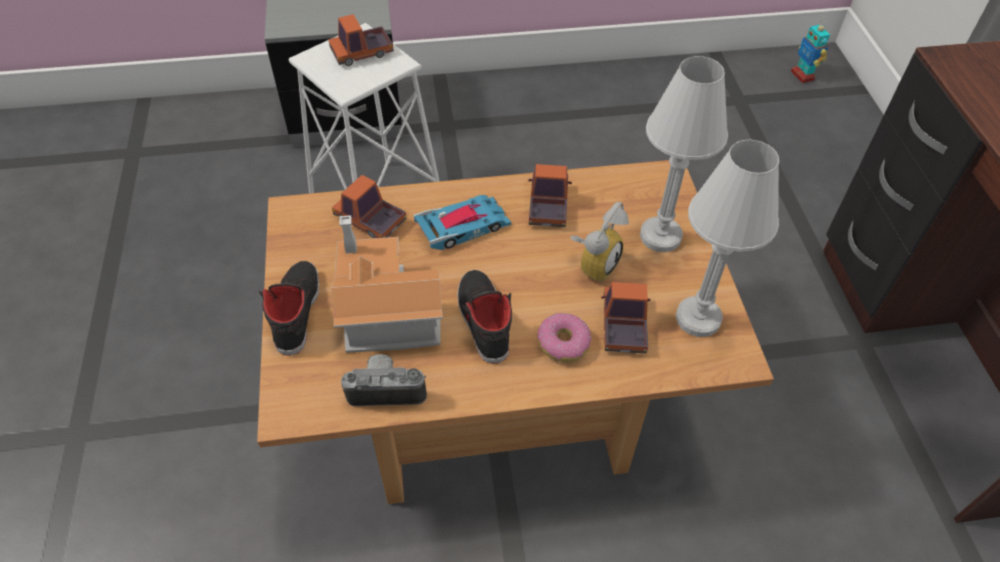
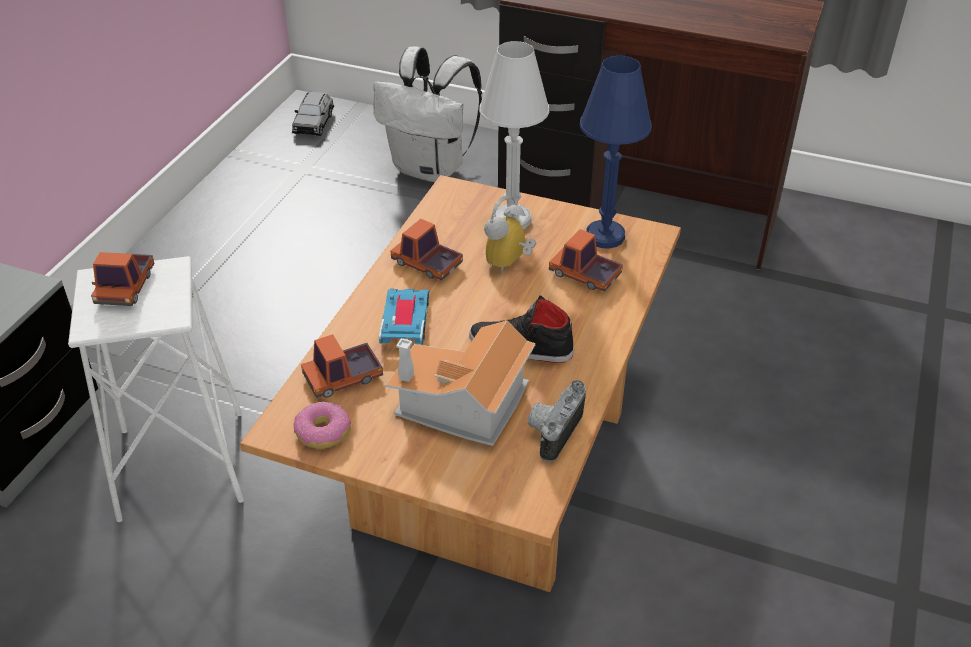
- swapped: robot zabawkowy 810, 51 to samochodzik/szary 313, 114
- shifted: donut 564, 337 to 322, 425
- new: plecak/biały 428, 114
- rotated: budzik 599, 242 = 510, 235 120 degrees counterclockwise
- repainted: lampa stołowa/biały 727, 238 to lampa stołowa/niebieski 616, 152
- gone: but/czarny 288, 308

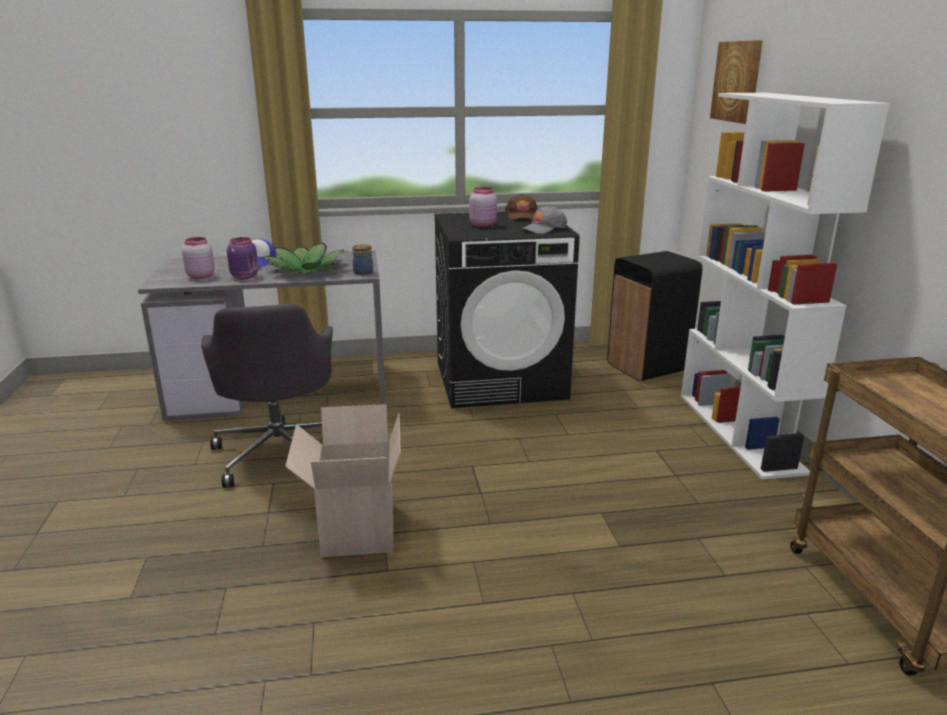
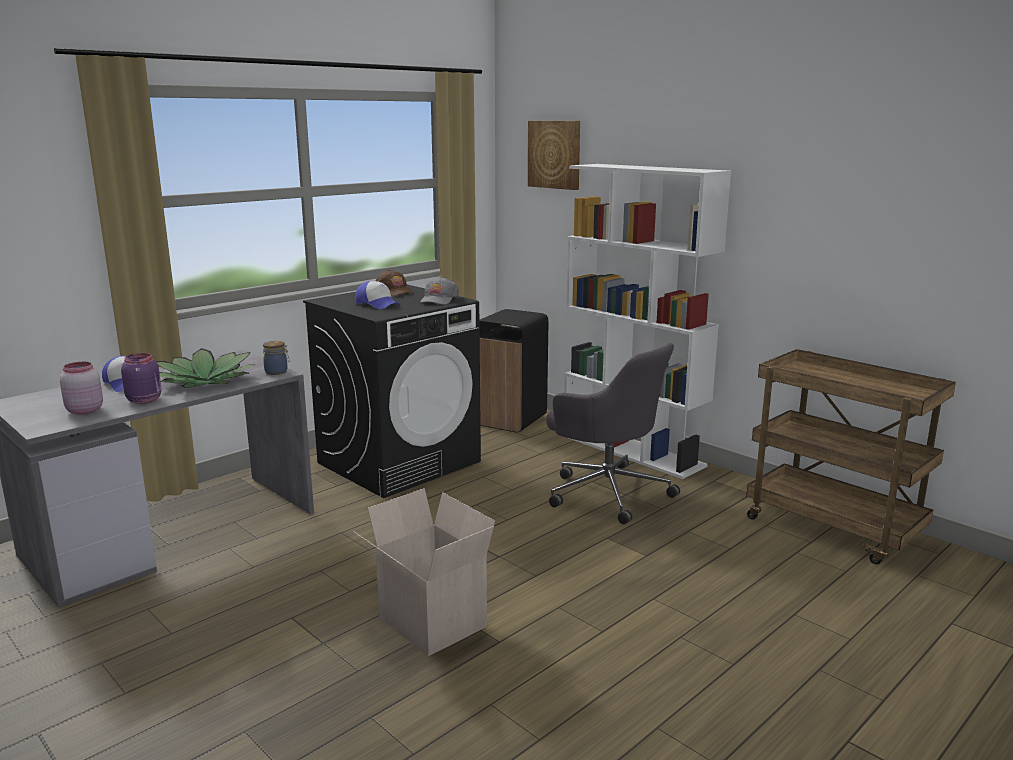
- swapped: słoik/różowy 483, 207 to czapka z daszkiem 377, 295
- shifted: krzesło biurowe/szary 267, 395 to 613, 433

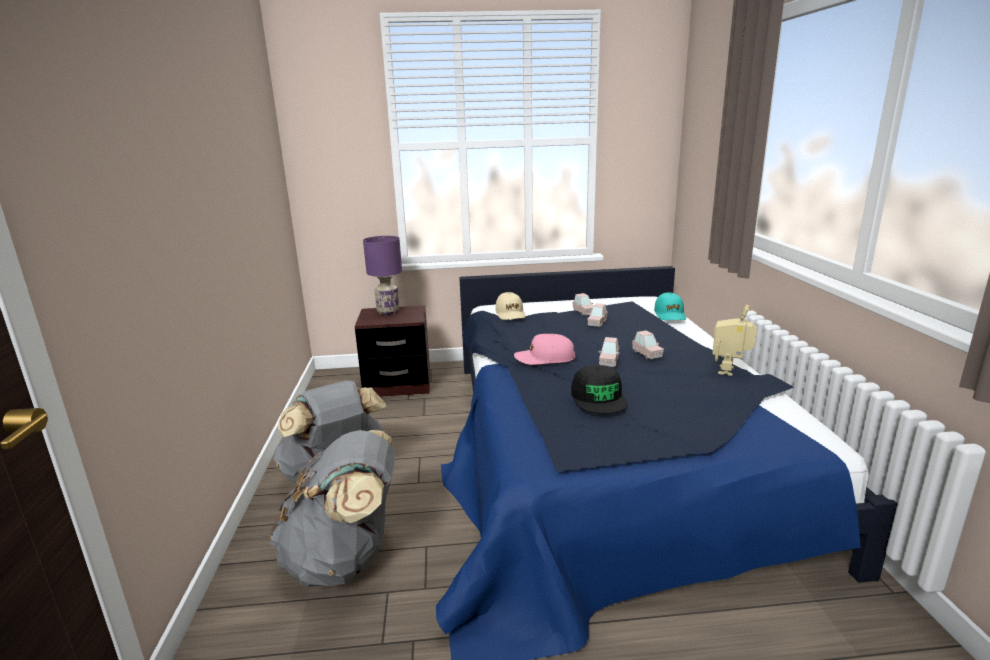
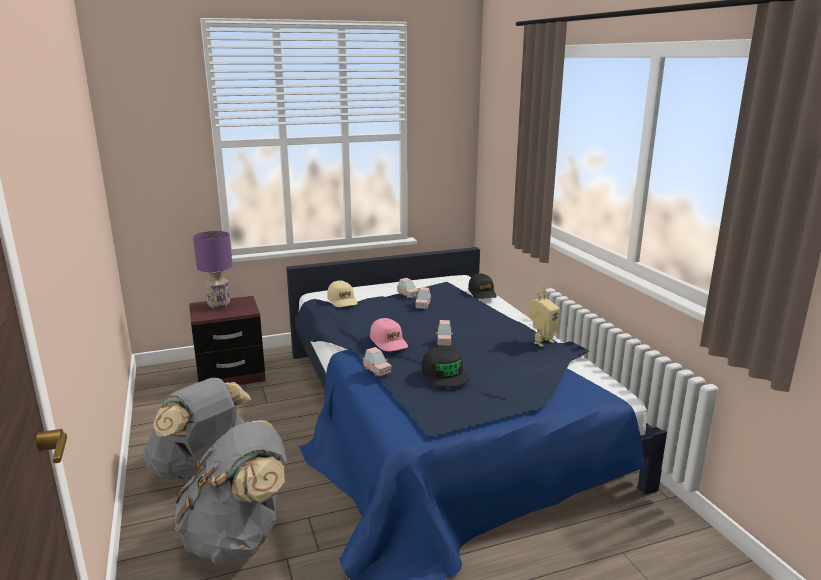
- shifted: samochodzik/różowy 648, 344 to 377, 362
- rotated: czapka z daszkiem/różowy 544, 349 = 389, 334 105 degrees counterclockwise
- repainted: czapka z daszkiem/turkusowy 670, 306 to czapka z daszkiem/czarny 482, 286
- rotated: robot zabawkowy 734, 340 = 544, 316 135 degrees counterclockwise

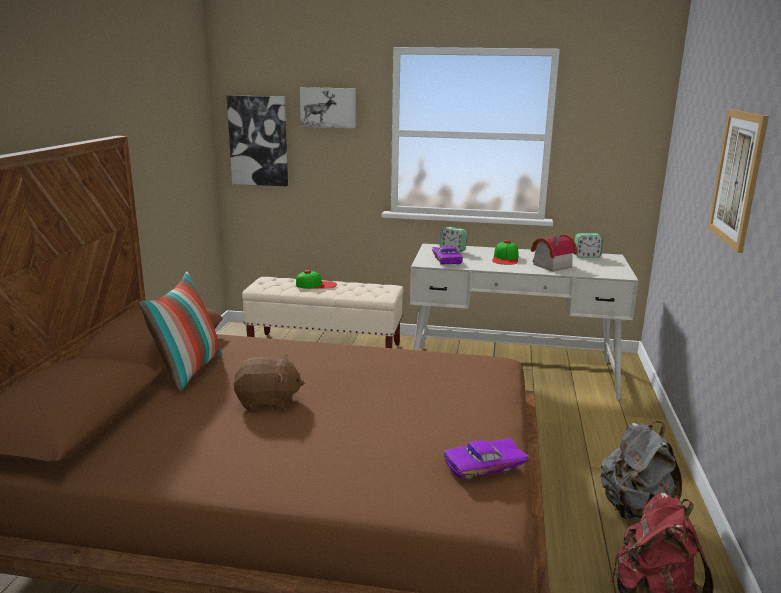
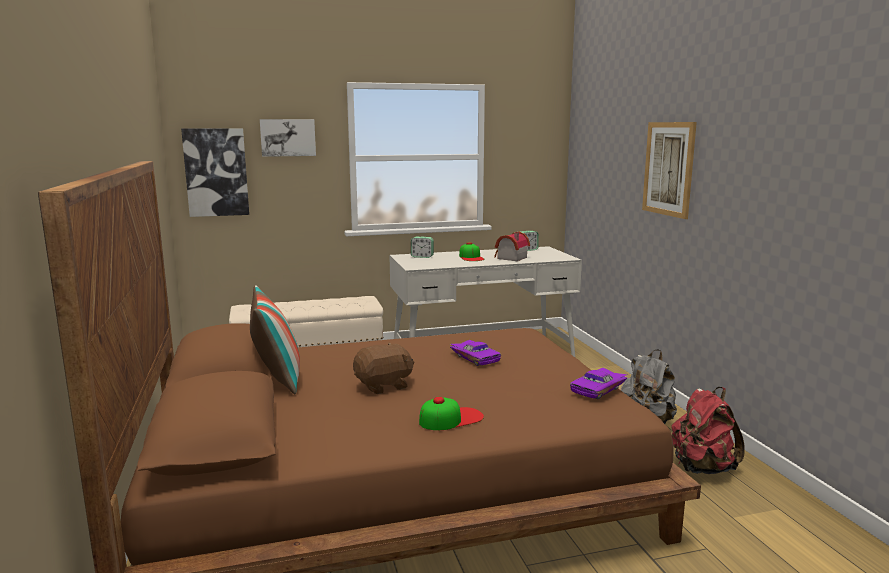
- shifted: czapka z daszkiem 316, 279 to 451, 413
- shifted: samochodzik/fioletowy 447, 256 to 475, 353

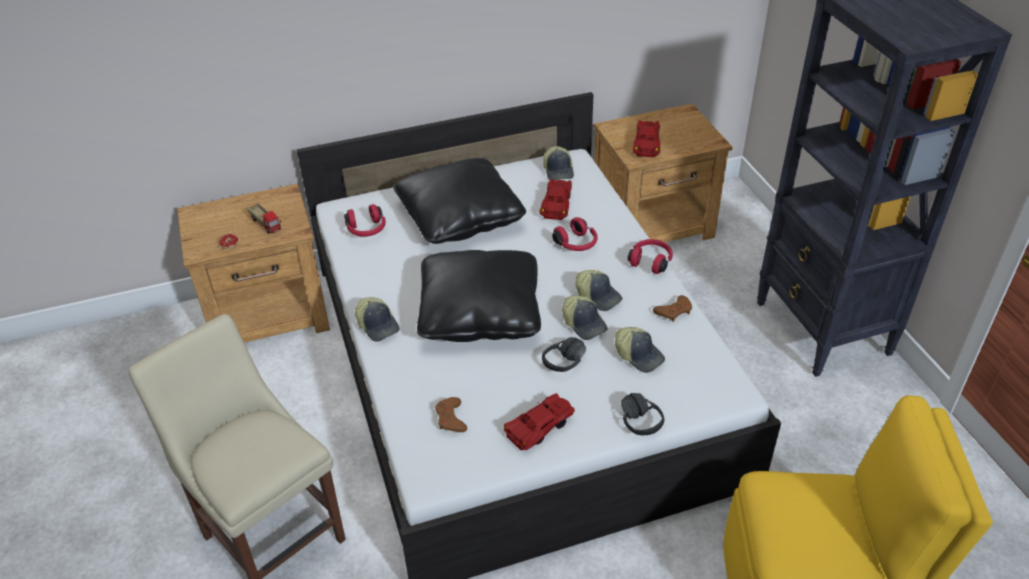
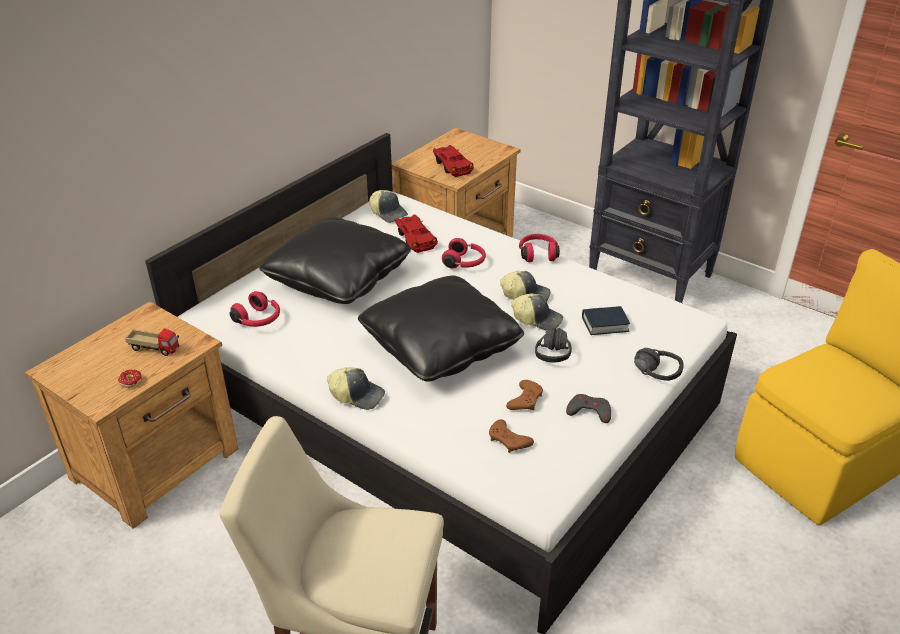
- shifted: pad do gier/brązowy 672, 308 to 524, 395
- swapped: samochodzik/czerwony 539, 422 to pad do gier/szary 588, 408
- swapped: czapka z daszkiem 640, 350 to książka 606, 320

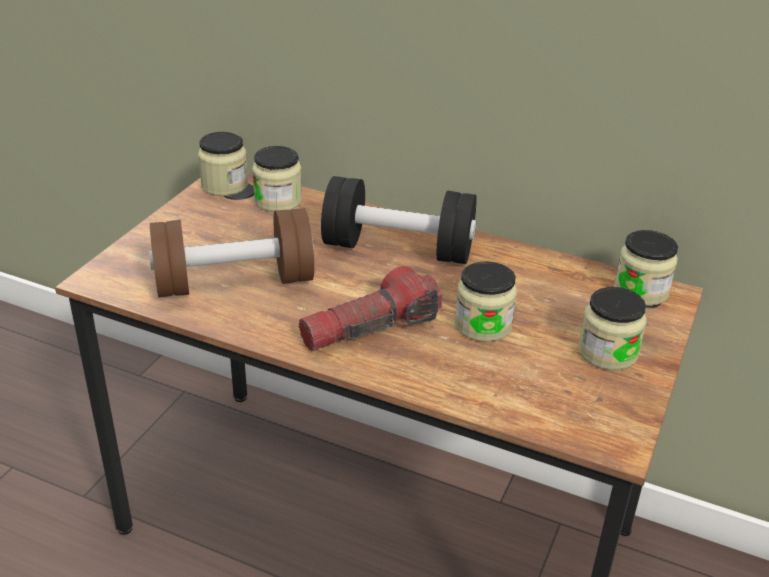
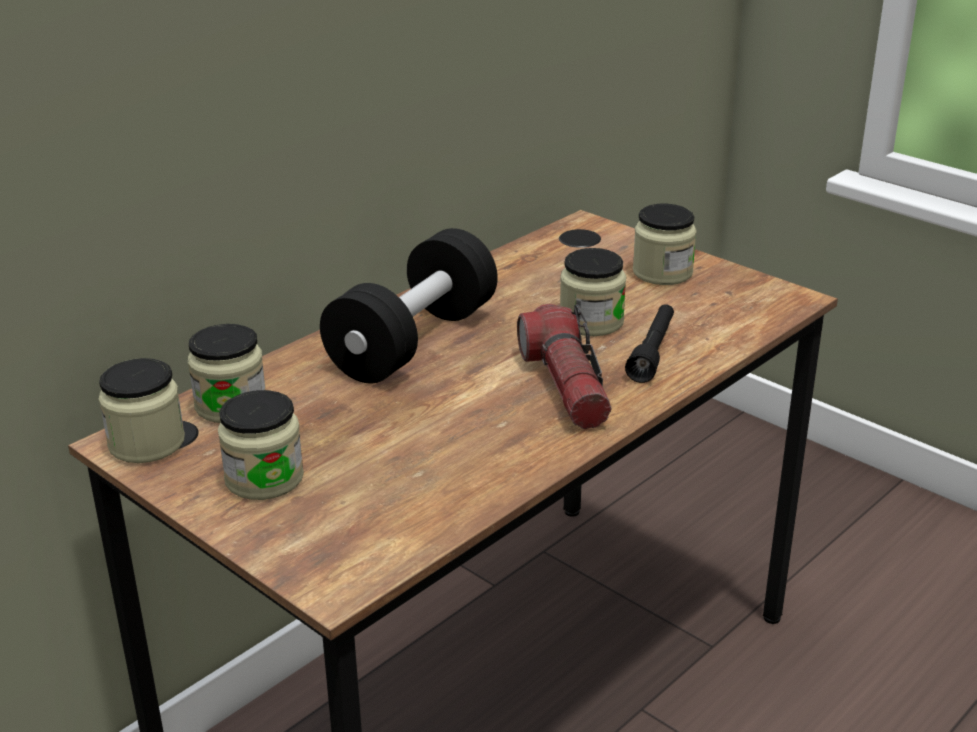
- shifted: słoik 646, 268 to 261, 445
- new: latarka/czarny 649, 343
- gone: hantel/brązowy 231, 252

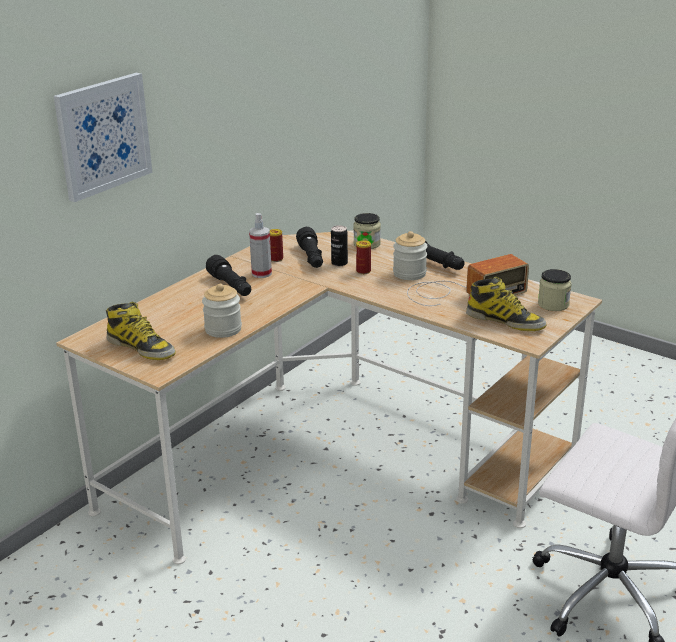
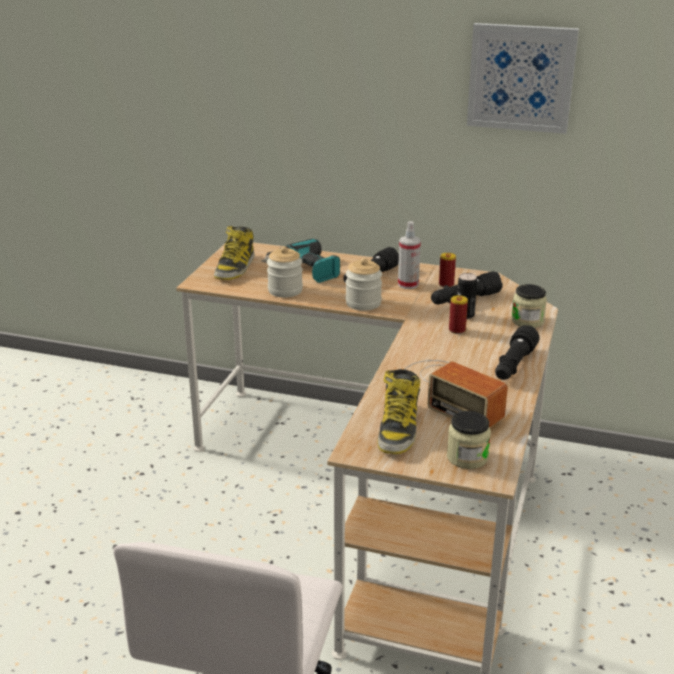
- new: wiertarka 300, 261
- shifted: słoik 410, 255 to 364, 284
- shifted: obraz 103, 137 to 523, 78

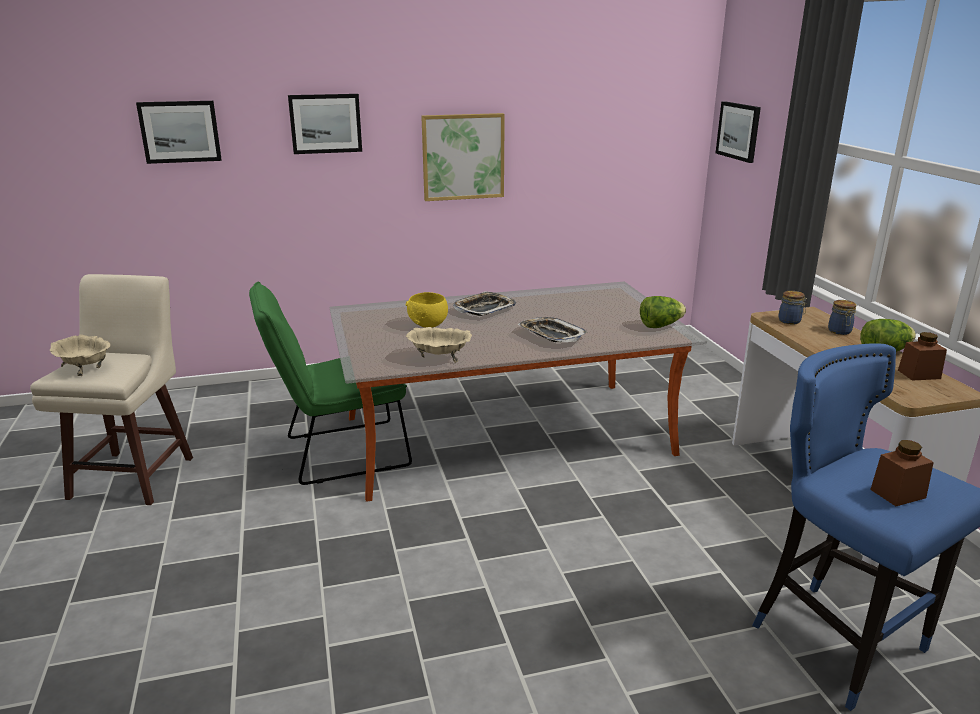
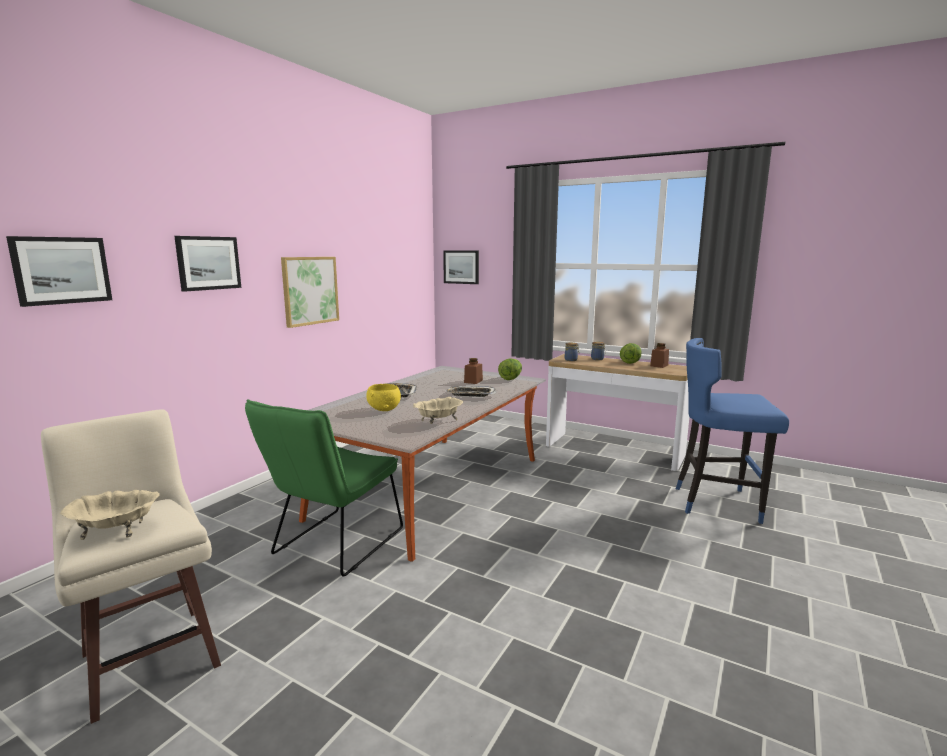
- shifted: słoik/brązowy 902, 473 to 473, 371

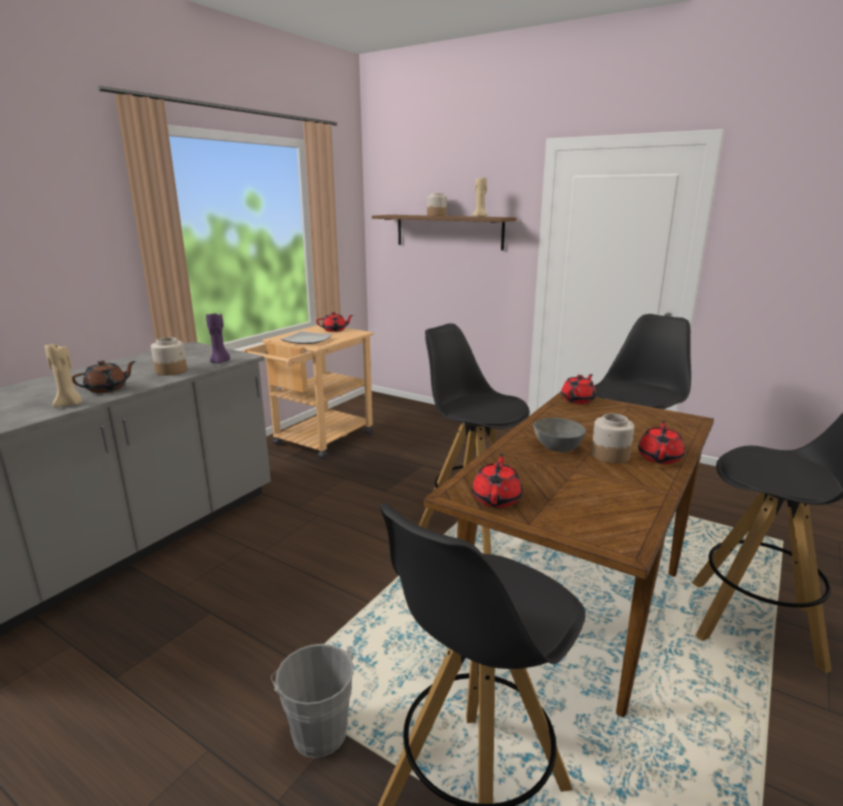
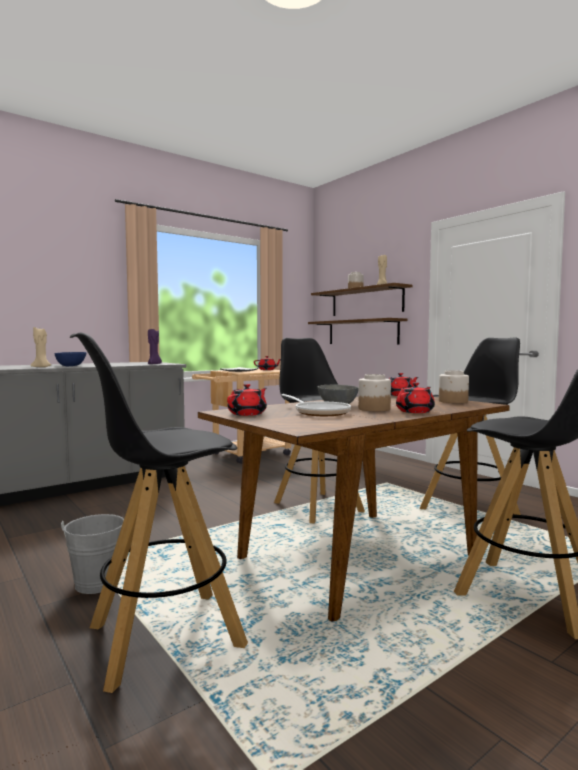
- swapped: imbryk/brązowy 104, 376 to miska/niebieski 70, 359
- new: patelnia 316, 405
- new: półka/brązowy 357, 331
- shifted: słoik 169, 356 to 454, 386

